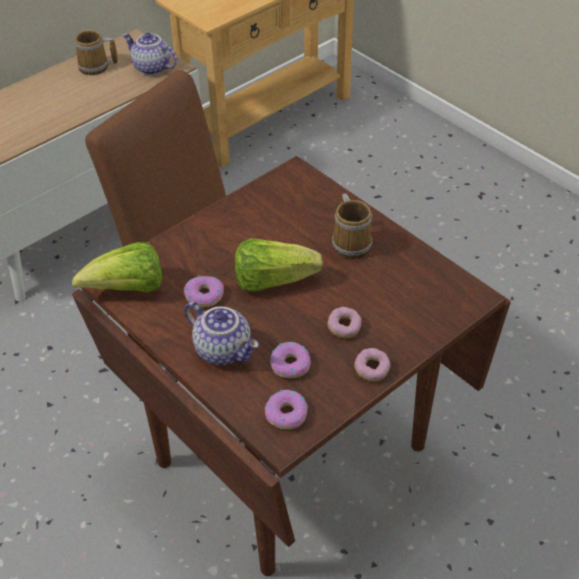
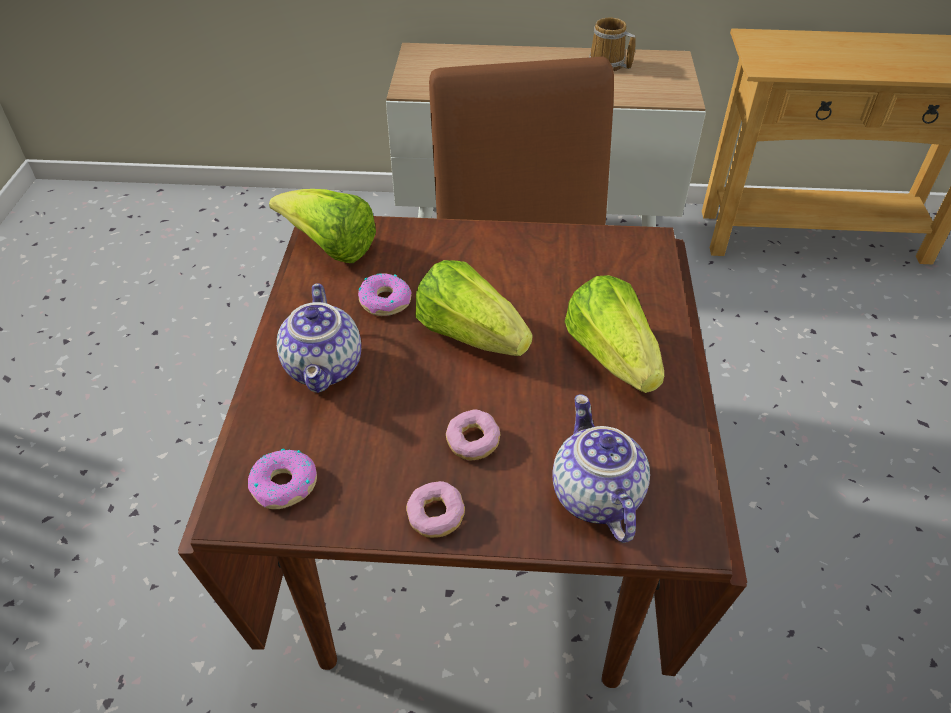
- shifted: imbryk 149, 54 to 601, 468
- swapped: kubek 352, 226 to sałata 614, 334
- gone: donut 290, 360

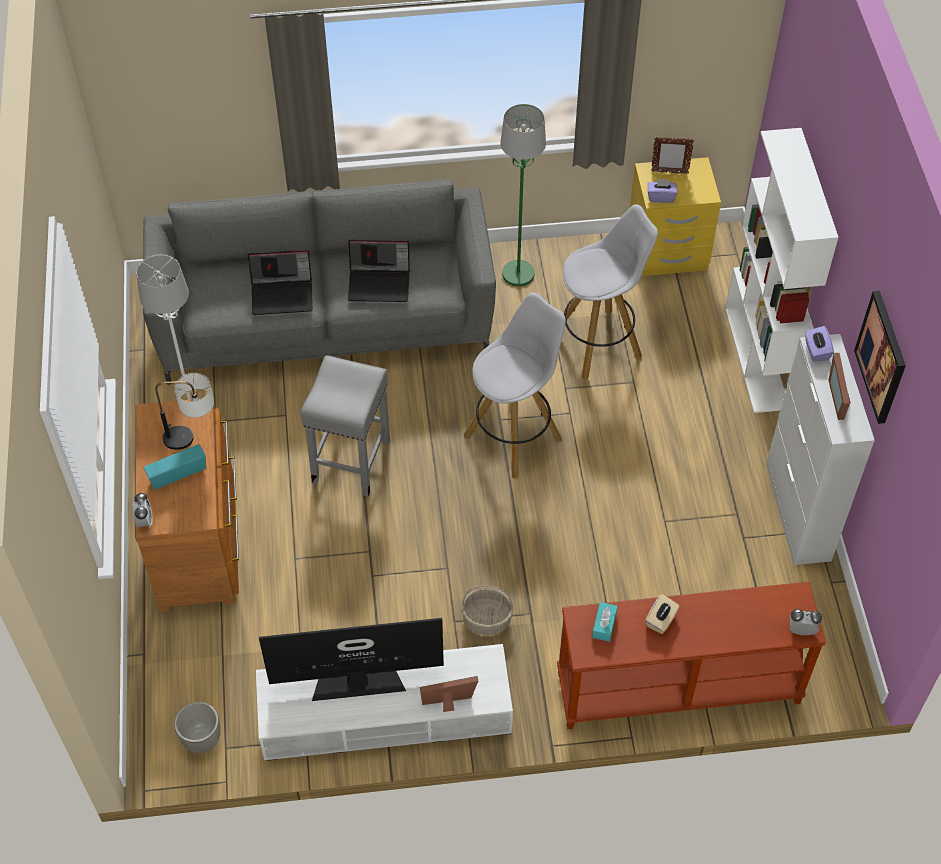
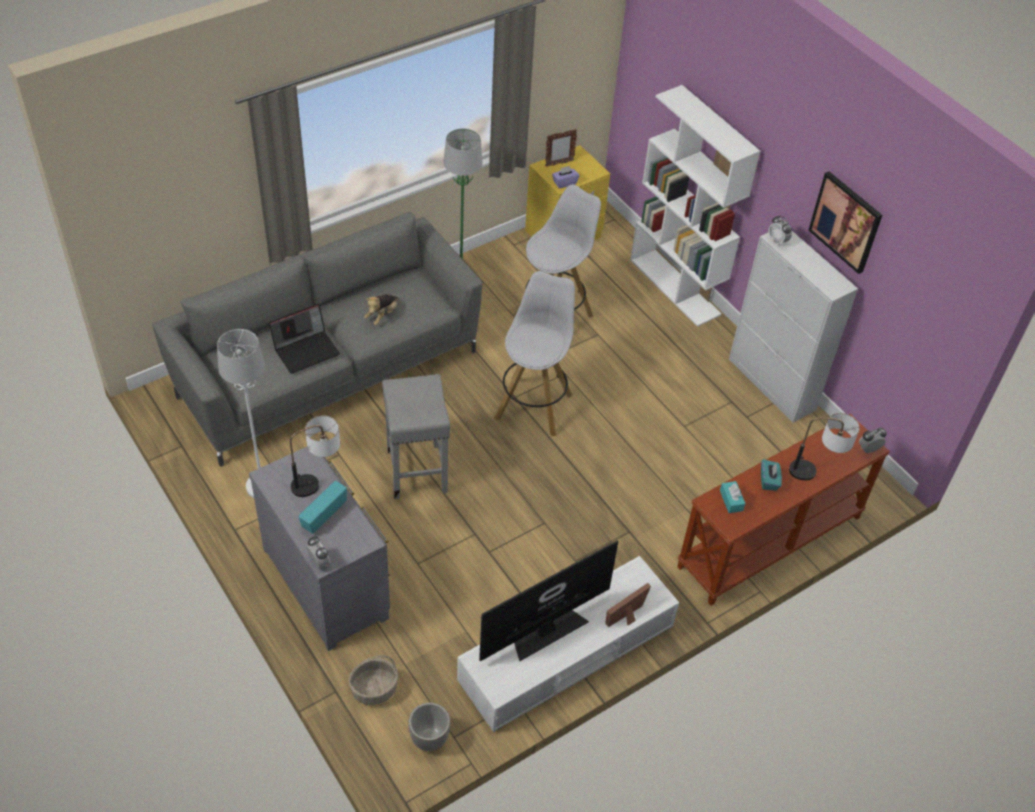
- repainted: komoda/brązowy 187, 504 to komoda/szary 319, 549
- shifted: koszyk 487, 610 to 373, 680
- swapped: laptop 379, 271 to pluszak 381, 309
- repainted: pudełko chusteczek/beżowy 662, 614 to pudełko chusteczek/turkusowy 771, 475
- swapped: pudełko chusteczek/fioletowy 819, 344 to budzik 780, 231
- new: lampa stołowa 824, 446
- gone: ramka na zdjęcie 839, 386

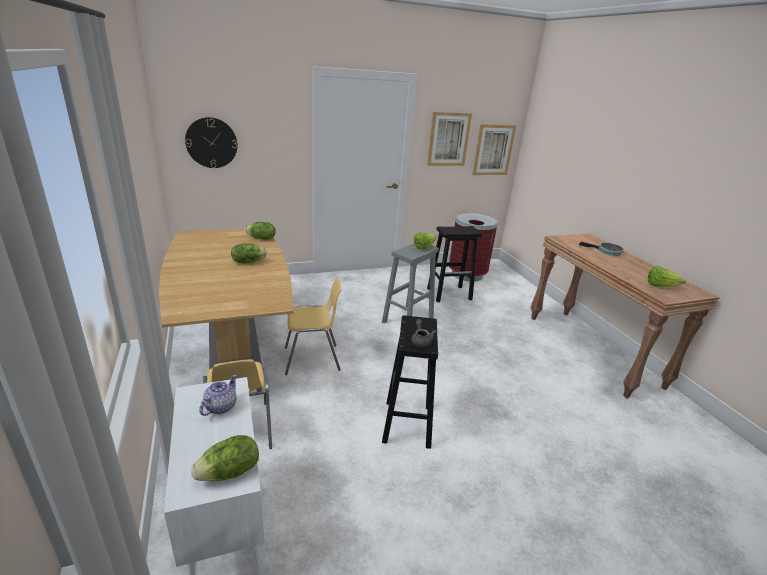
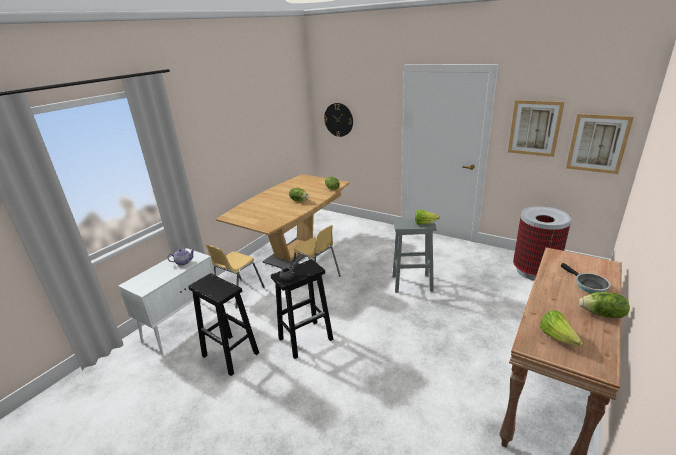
- shifted: stołek/czarny 454, 264 to 223, 324
- shifted: sałata 225, 458 to 604, 305

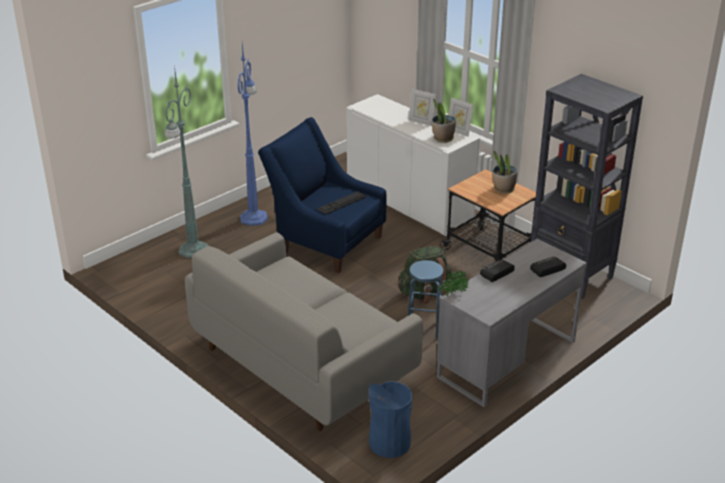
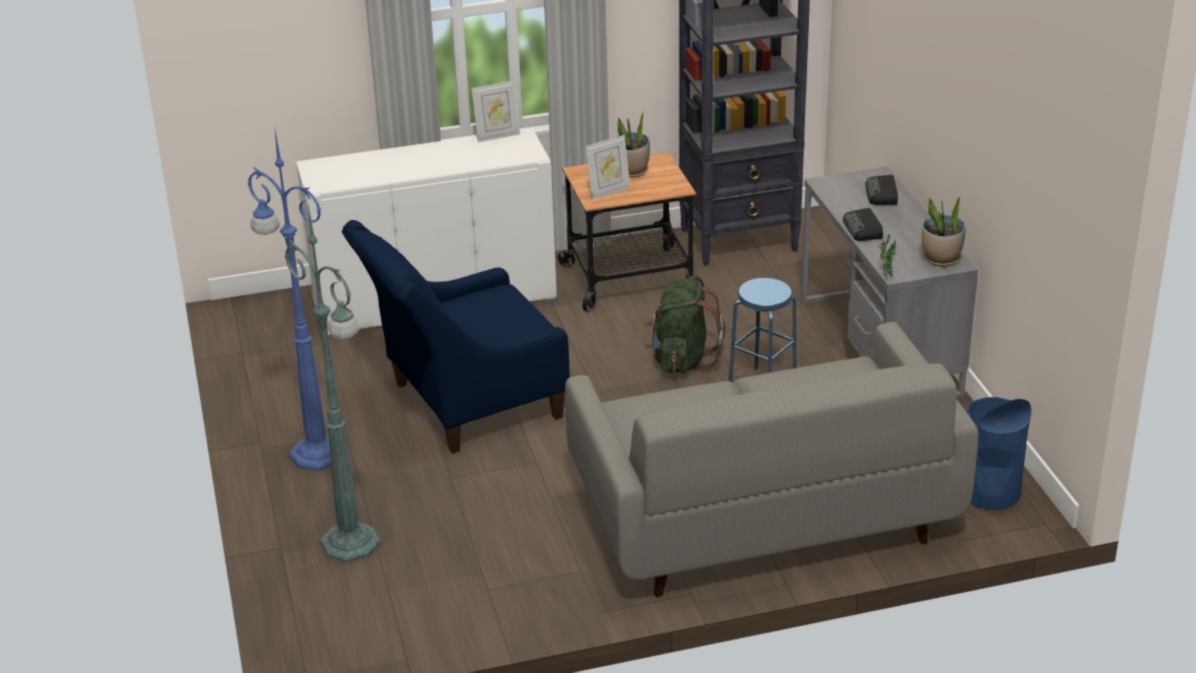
- shifted: ramka na zdjęcie 422, 107 to 608, 167
- shifted: roślina doniczkowa 444, 120 to 944, 231
- gone: klawiatura 342, 203

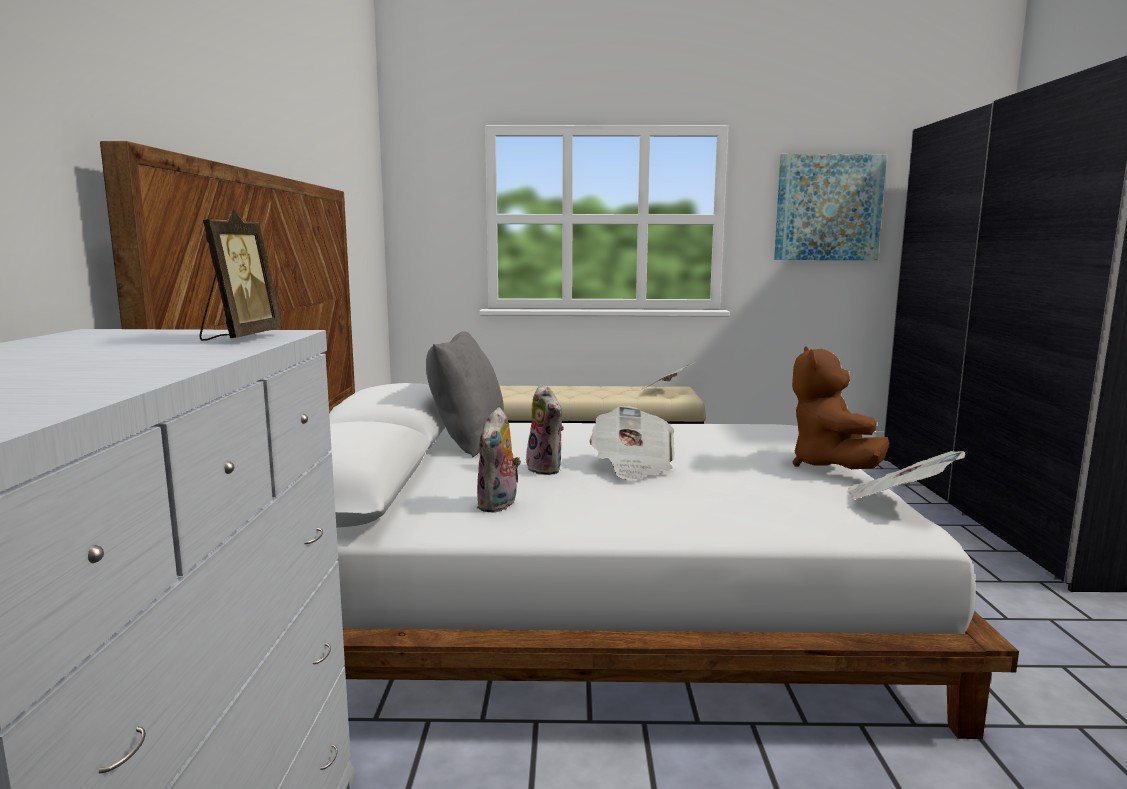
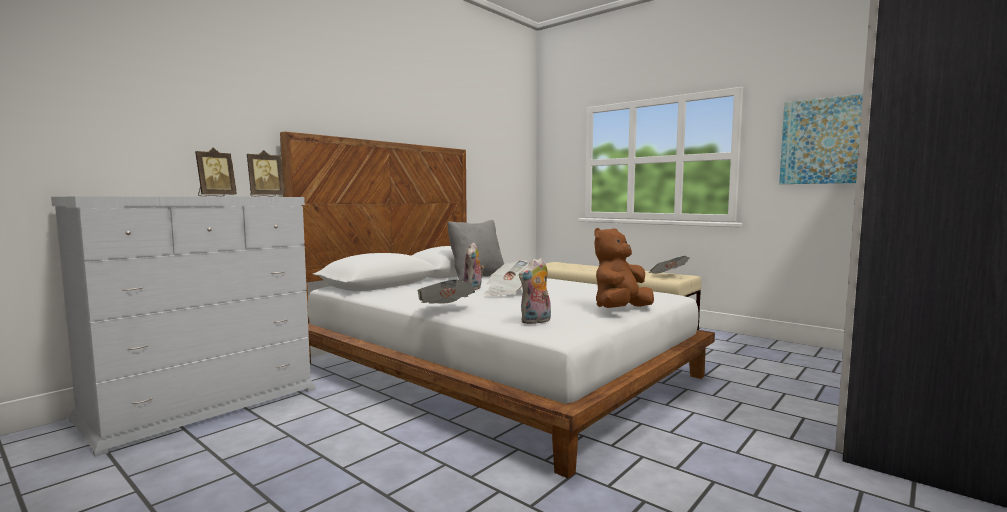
- new: ramka na zdjęcie 216, 172
- shifted: gazeta 906, 475 to 446, 292
- shifted: pluszak 499, 460 to 535, 291

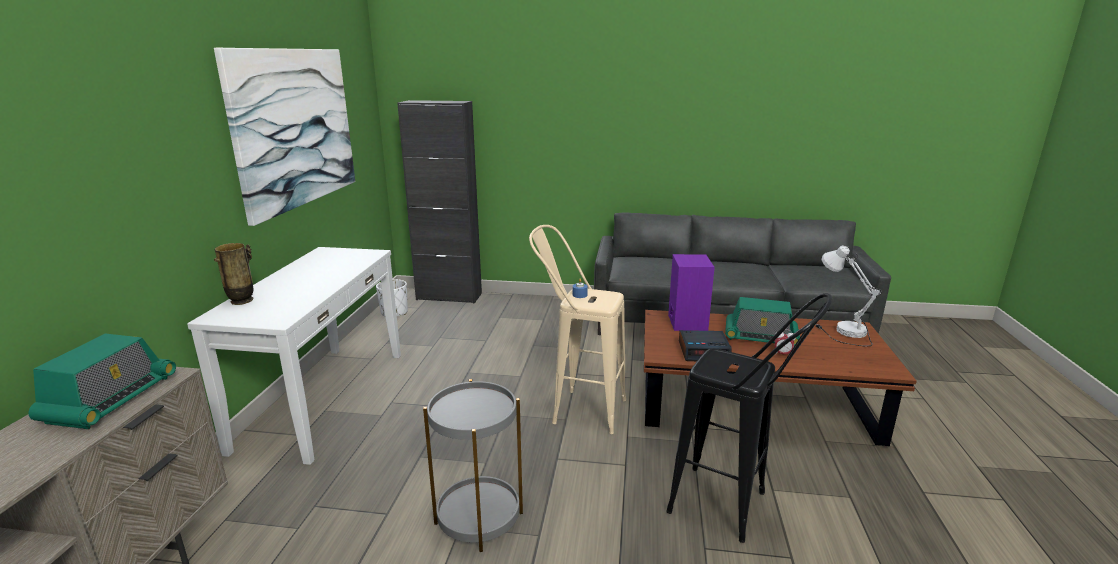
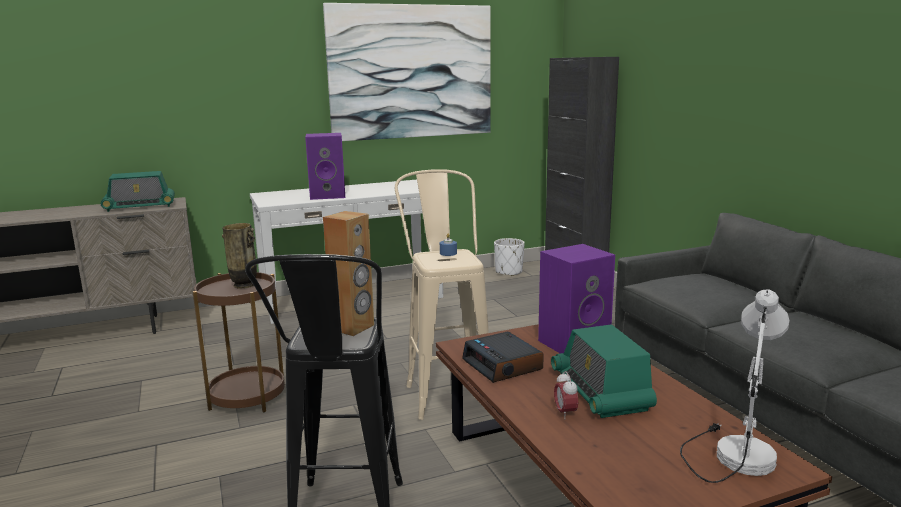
- repainted: stolik/szary 473, 465 to stolik/brązowy 239, 342
- shifted: wazon 233, 274 to 239, 255
- new: głośnik/fioletowy 325, 166
- new: głośnik/brązowy 348, 273

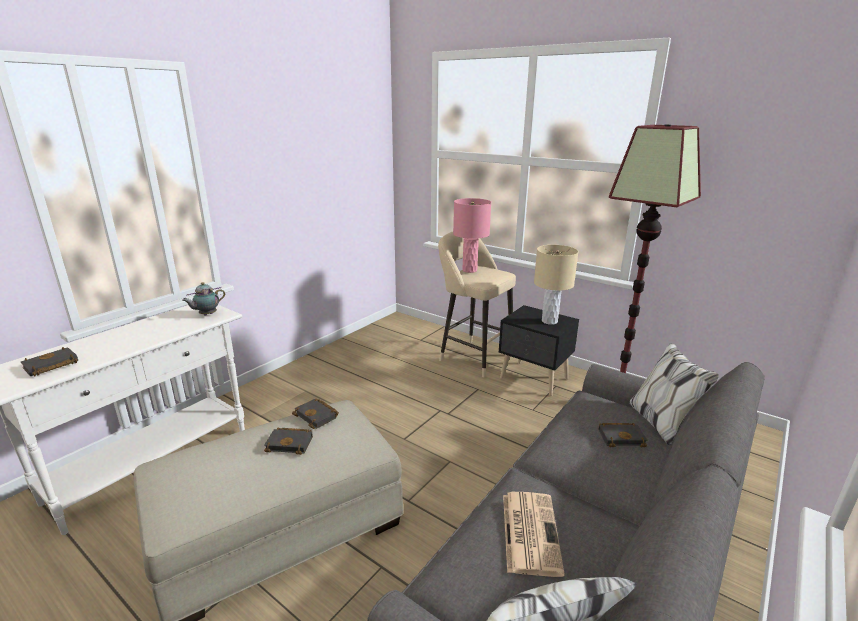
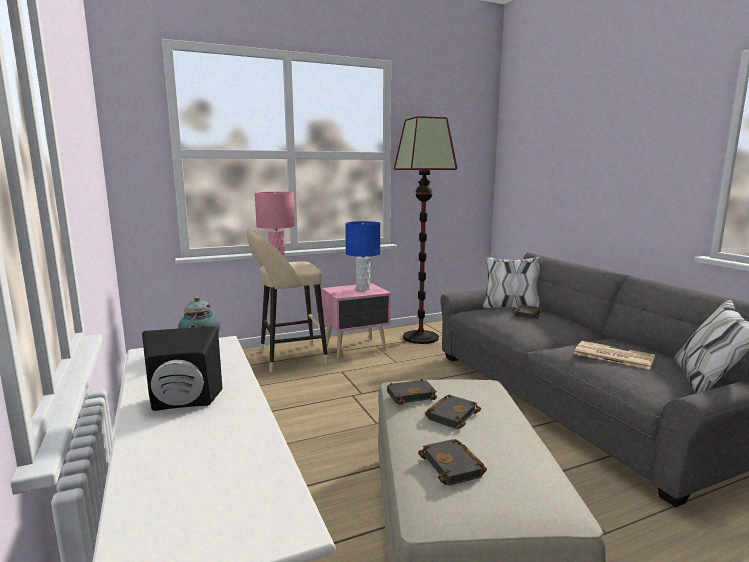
- new: głośnik/czarny 182, 368
- repainted: szafka nocna/czarny 539, 350 to szafka nocna/różowy 356, 321
- repainted: lampa stołowa/beżowy 556, 285 to lampa stołowa/niebieski 362, 256
- shifted: książka/czarny 49, 362 to 452, 462

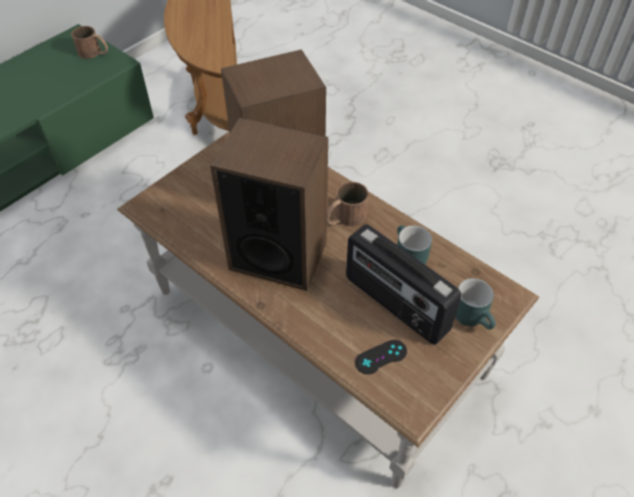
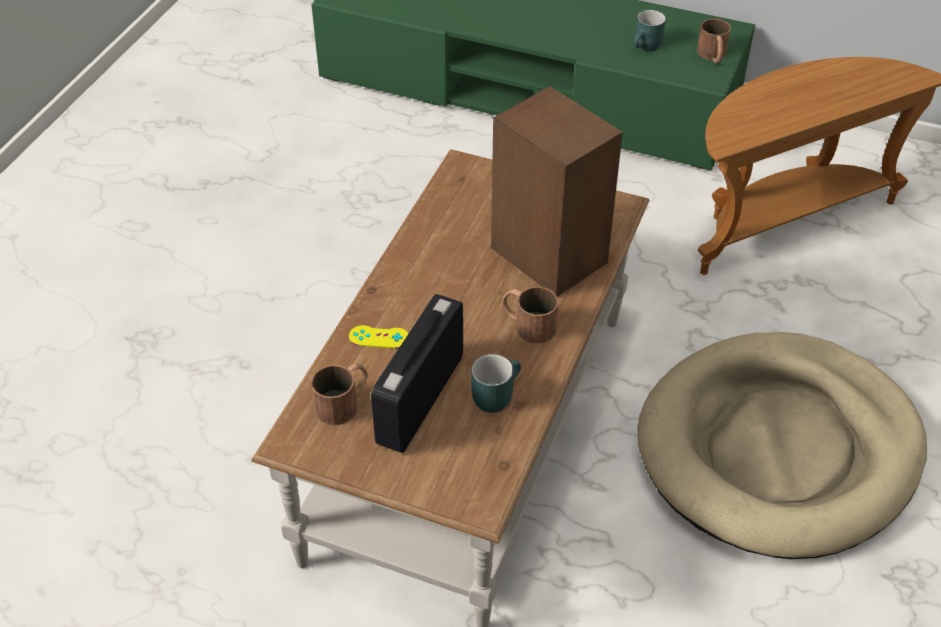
- swapped: pad do gier/czarny 381, 357 to kubek/brązowy 339, 394
- new: pad do gier/żółty 379, 336
- shifted: kubek/turkusowy 475, 304 to 650, 30
- new: legowisko/beżowy 782, 445
- gone: głośnik 269, 204

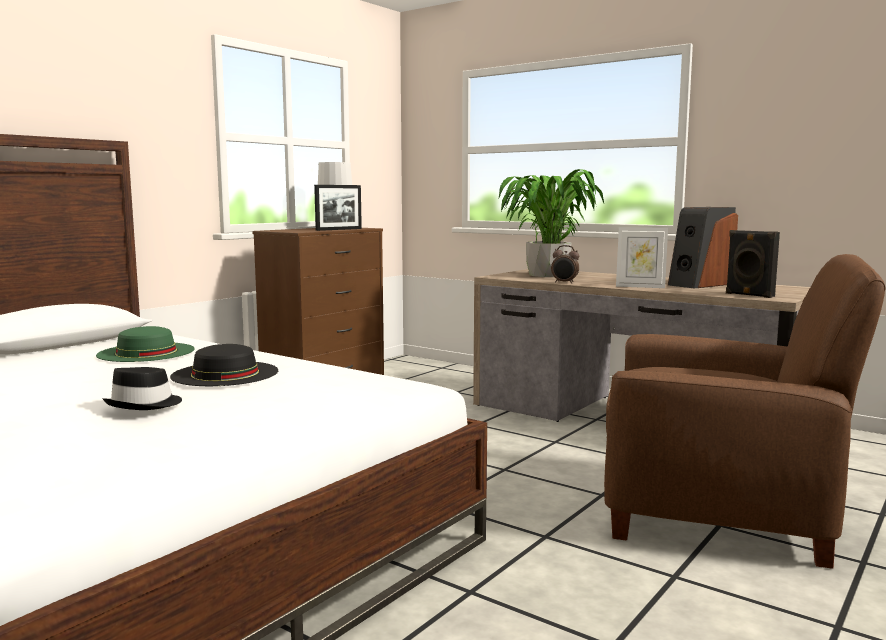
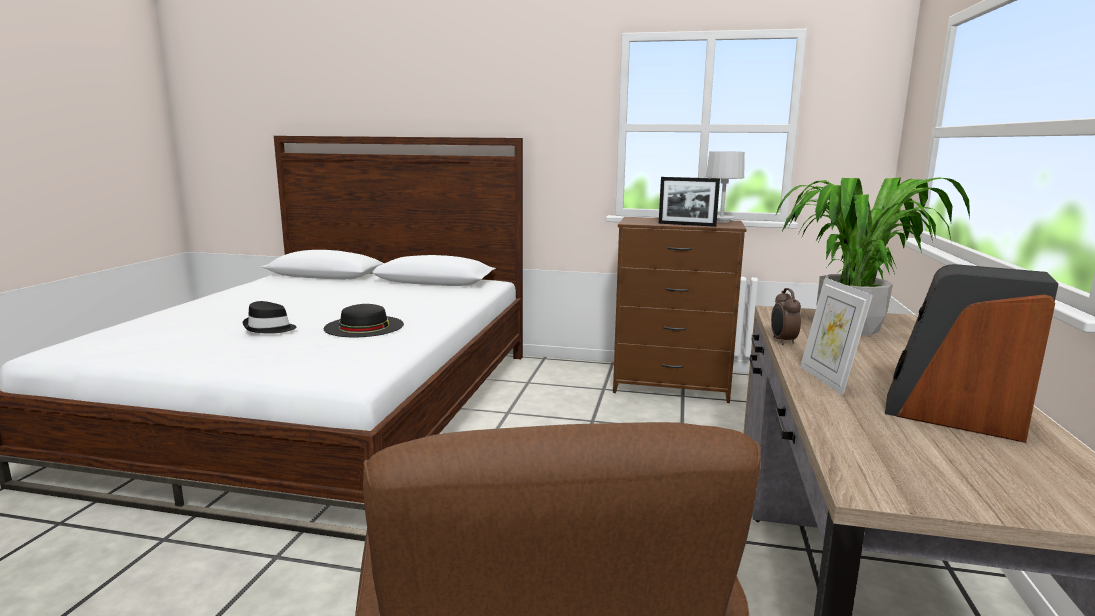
- gone: kapelusz/zielony 145, 344
- gone: głośnik/czarny 753, 264

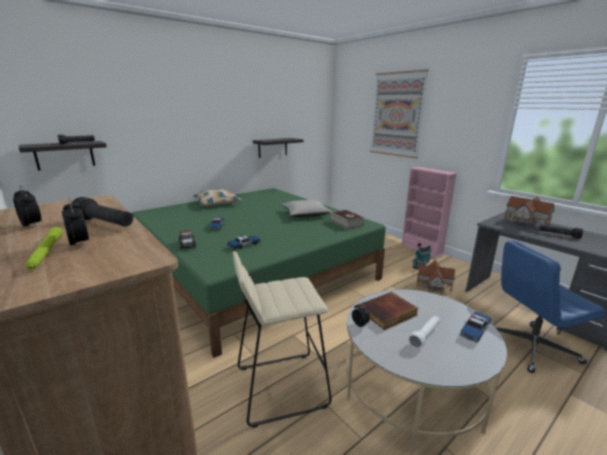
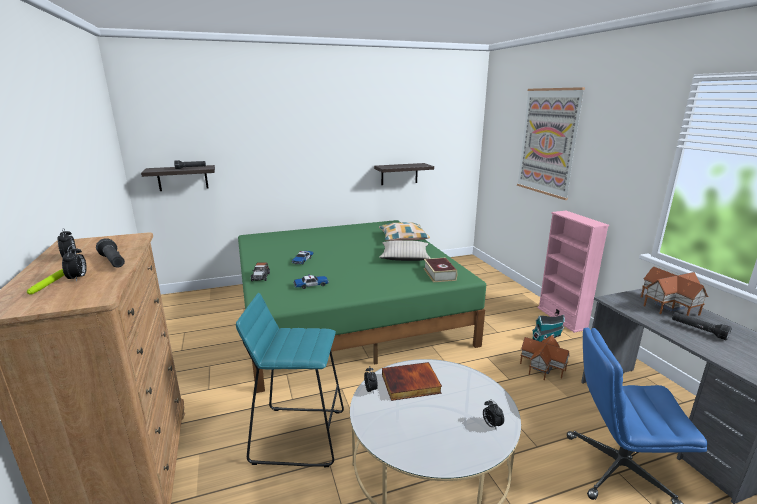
- repainted: stołek/beżowy 282, 339 to stołek/turkusowy 290, 380
- shifted: poduszka 217, 197 to 404, 231
- swapped: samochodzik 475, 327 to budzik 493, 415
- gone: latarka/biały 424, 332

